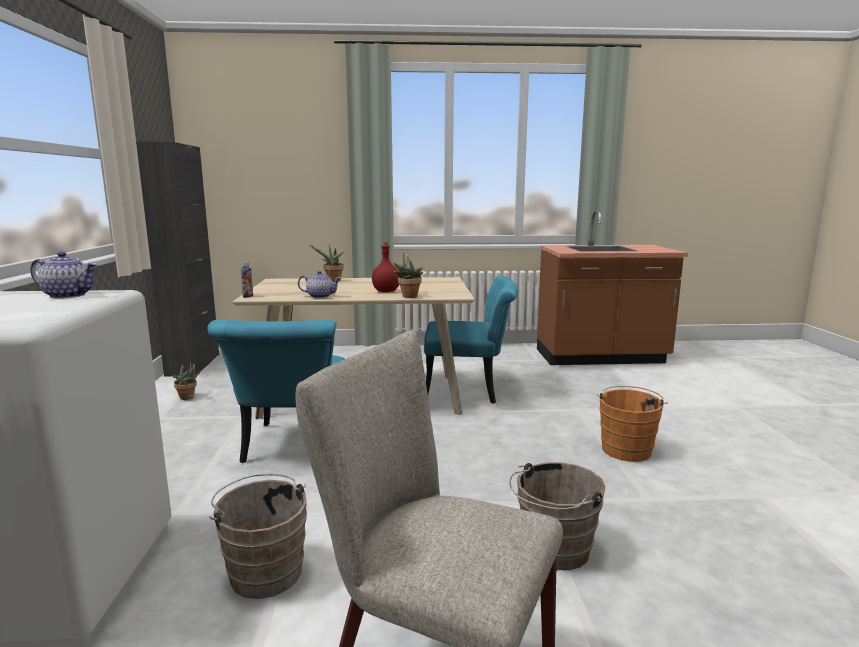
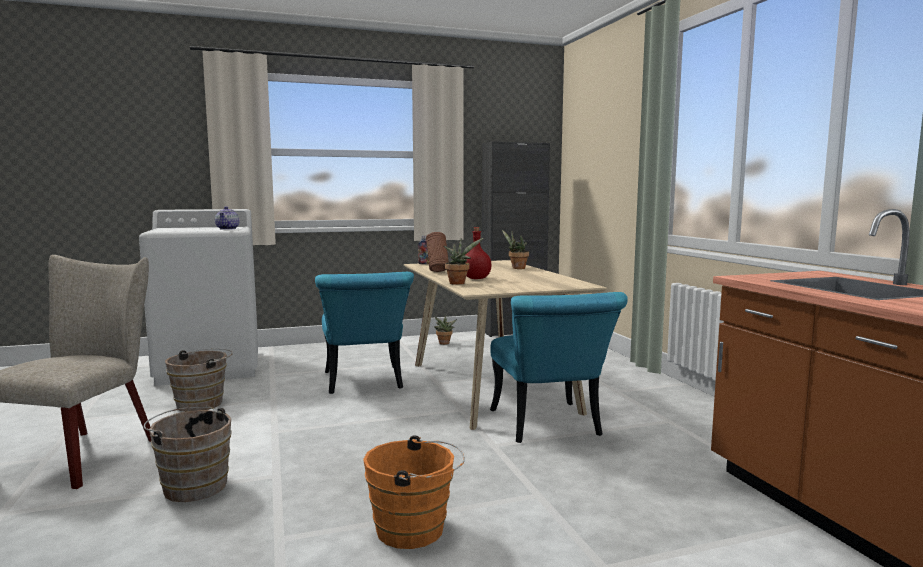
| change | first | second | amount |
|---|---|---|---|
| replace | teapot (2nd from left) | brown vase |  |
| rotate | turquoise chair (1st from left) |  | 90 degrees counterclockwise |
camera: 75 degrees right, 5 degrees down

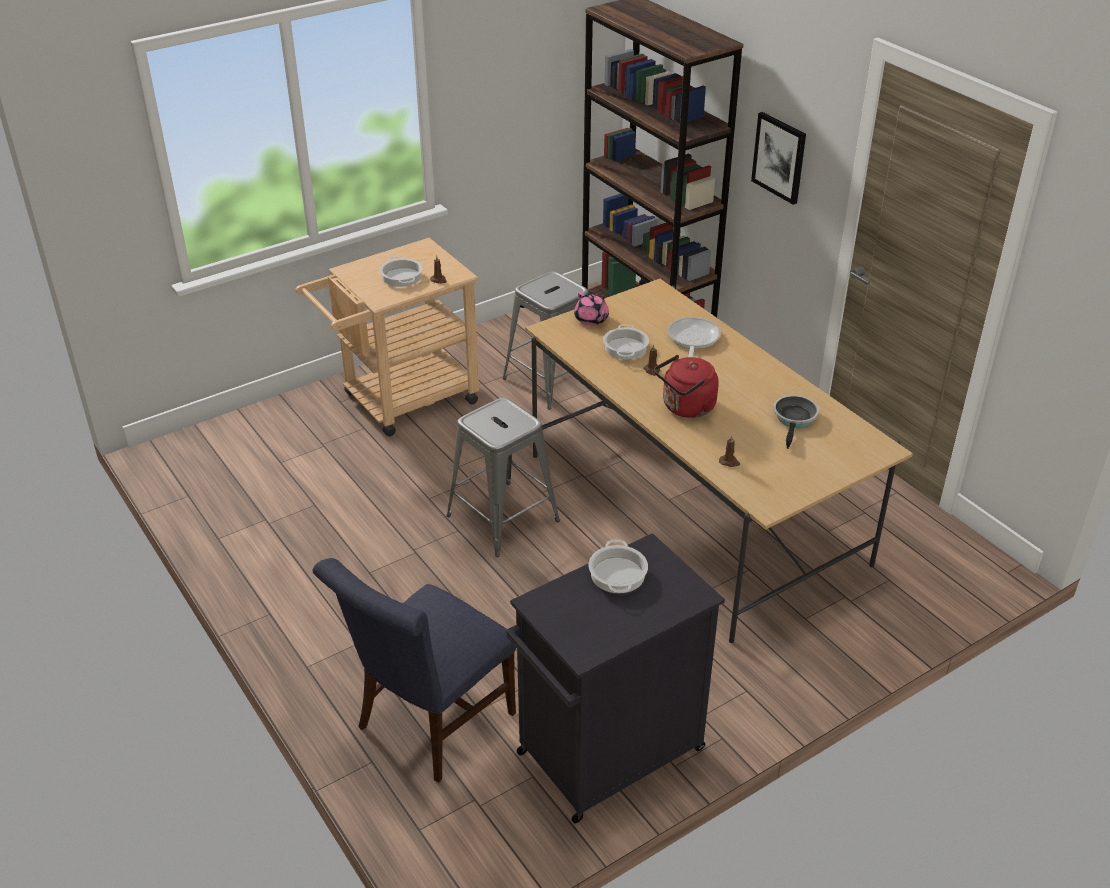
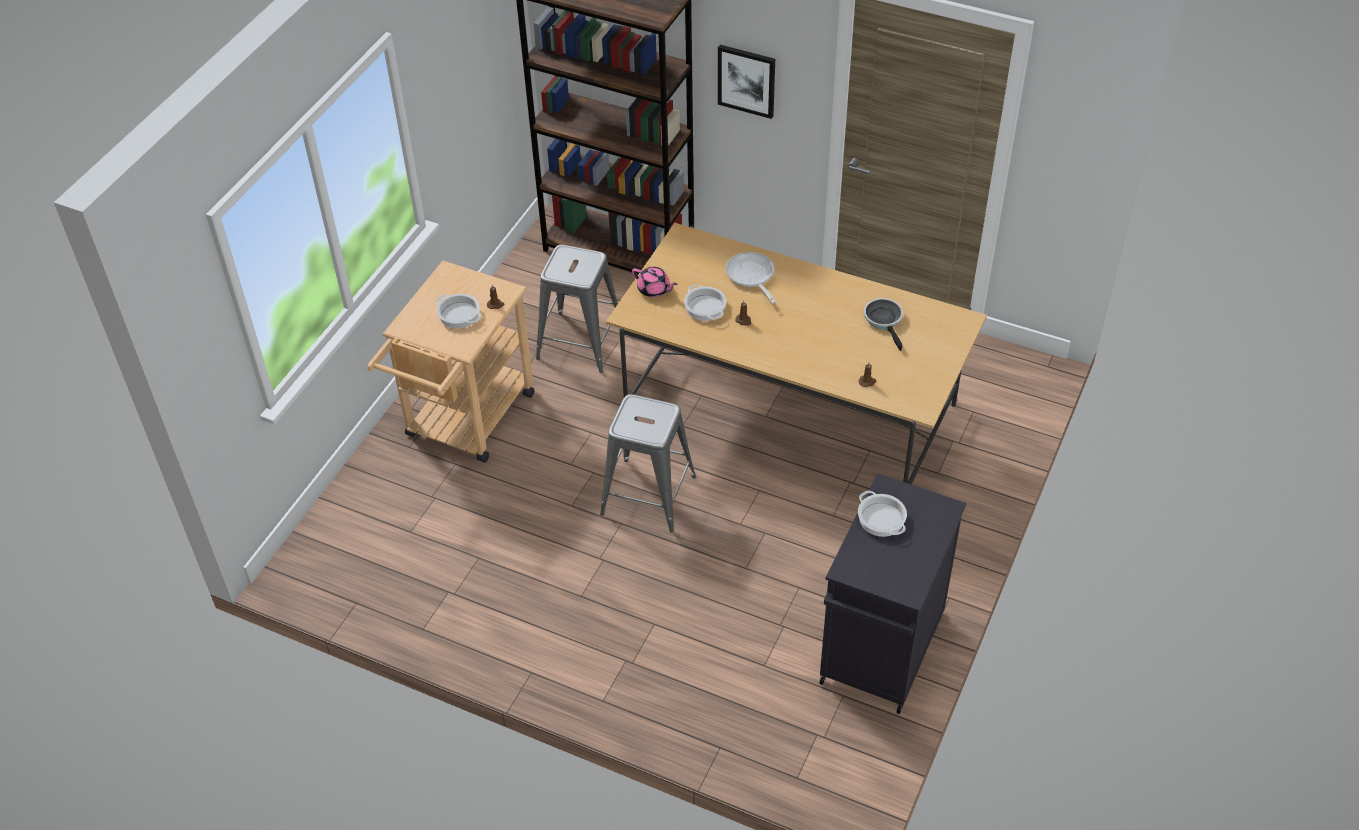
| change | first | second | amount |
|---|---|---|---|
| delete | blue chair |  |  |
| delete | red kettle |  |  |
camera: 30 degrees left, 10 degrees up

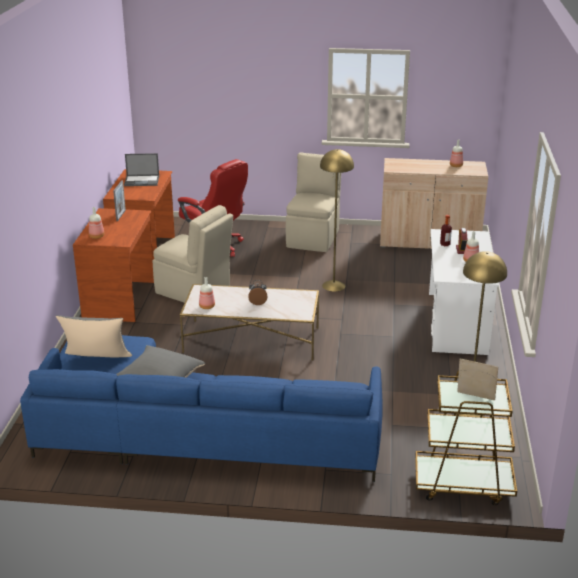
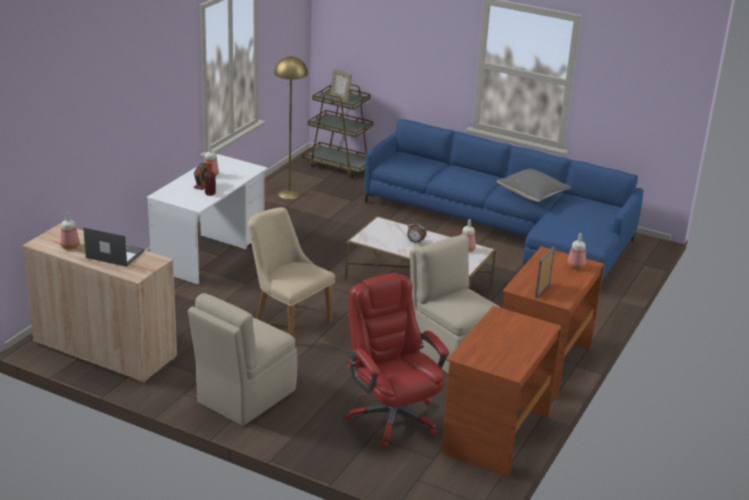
| change | first | second | amount |
|---|---|---|---|
| delete | grey pillow (1st from left) |  |  |
| move | laptop |  |  |
| replace | yellow floor lamp (1st from left) | beige chair (2nd from left) |  |
camera: 160 degrees left, 0 degrees up

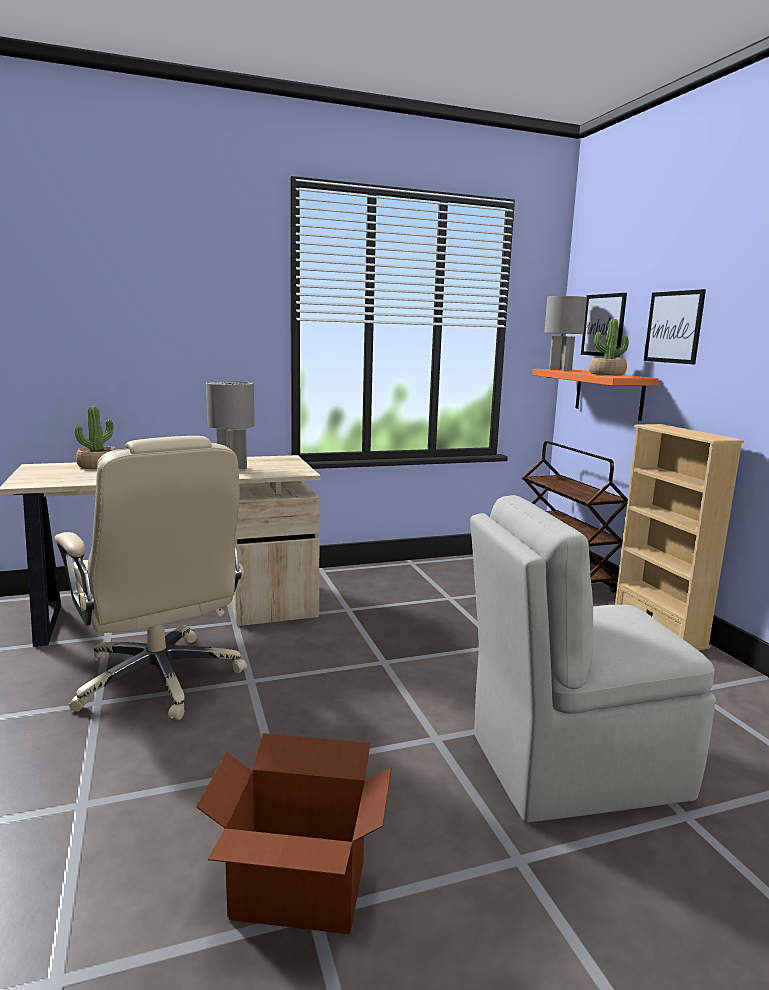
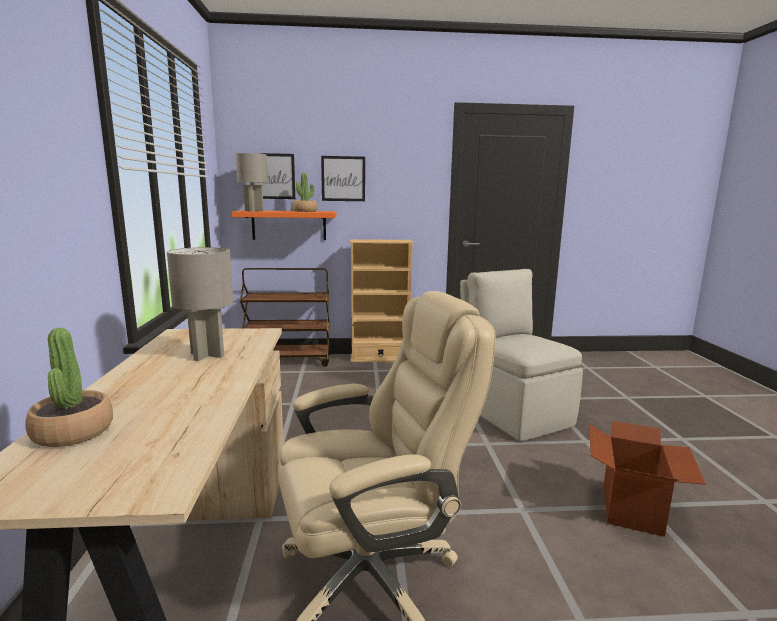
| change | first | second | amount |
|---|---|---|---|
| rotate | beige chair |  | 150 degrees clockwise |
camera: 75 degrees left, 0 degrees up

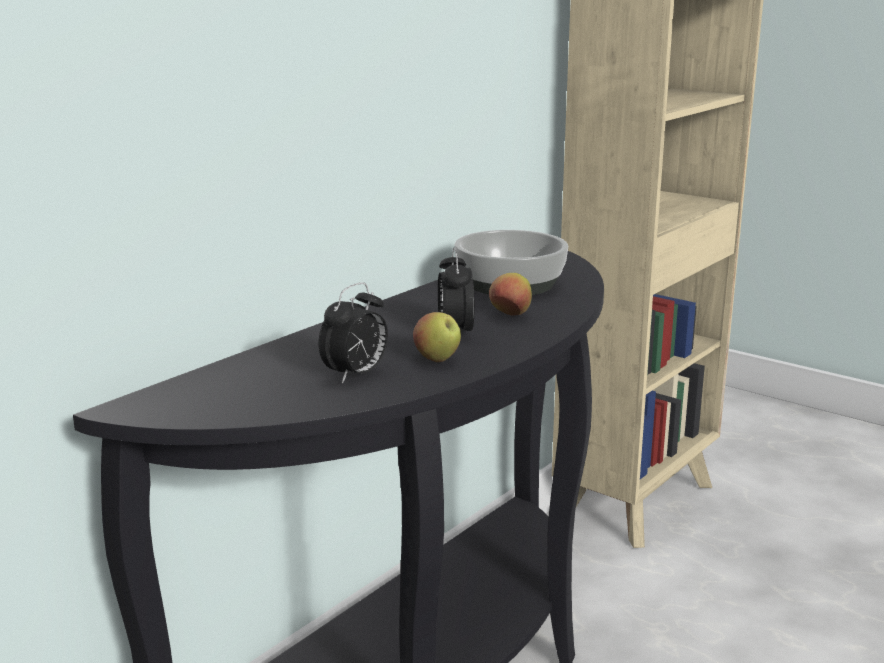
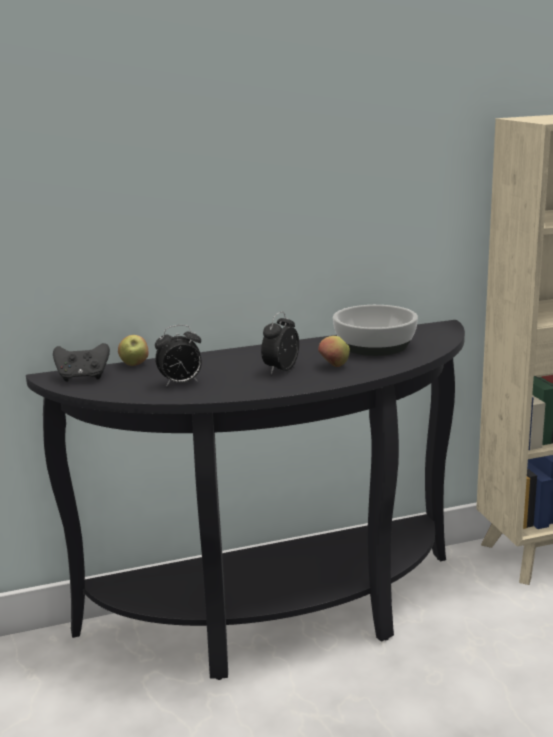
| change | first | second | amount |
|---|---|---|---|
| insert |  | black game controller |  |
| move | apple (1st from left) |  |  |
camera: 35 degrees right, 0 degrees up

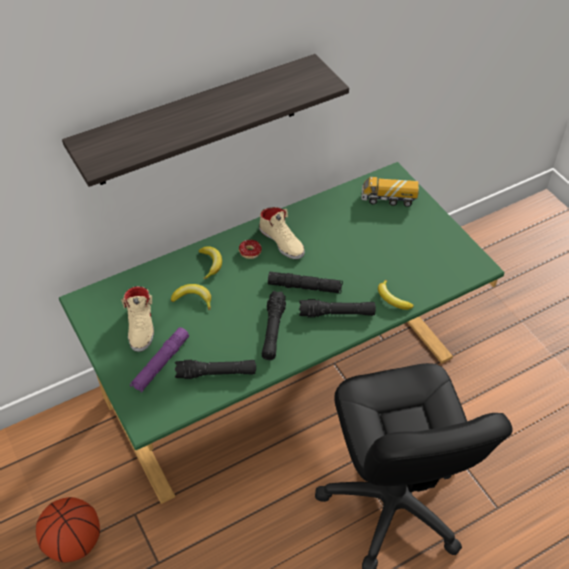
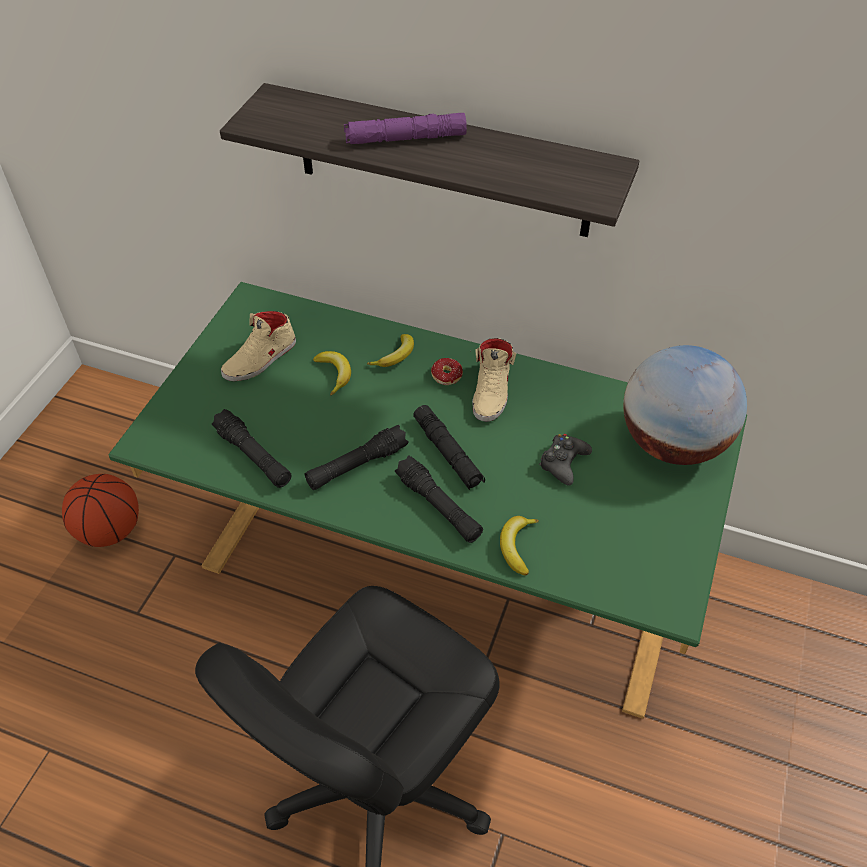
| change | first | second | amount |
|---|---|---|---|
| insert |  | black game controller |  |
| move | purple flashlight |  |  |
| replace | toy truck | globe |  |
camera: 50 degrees right, 0 degrees up

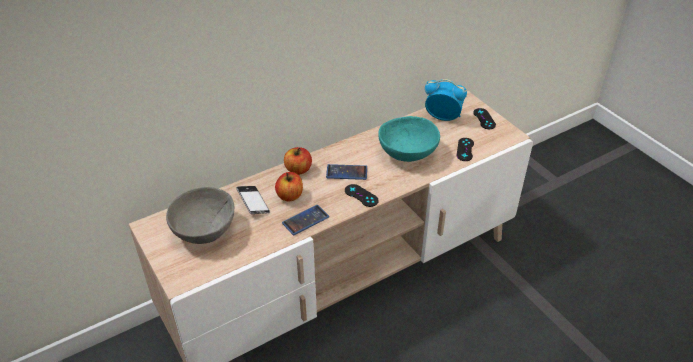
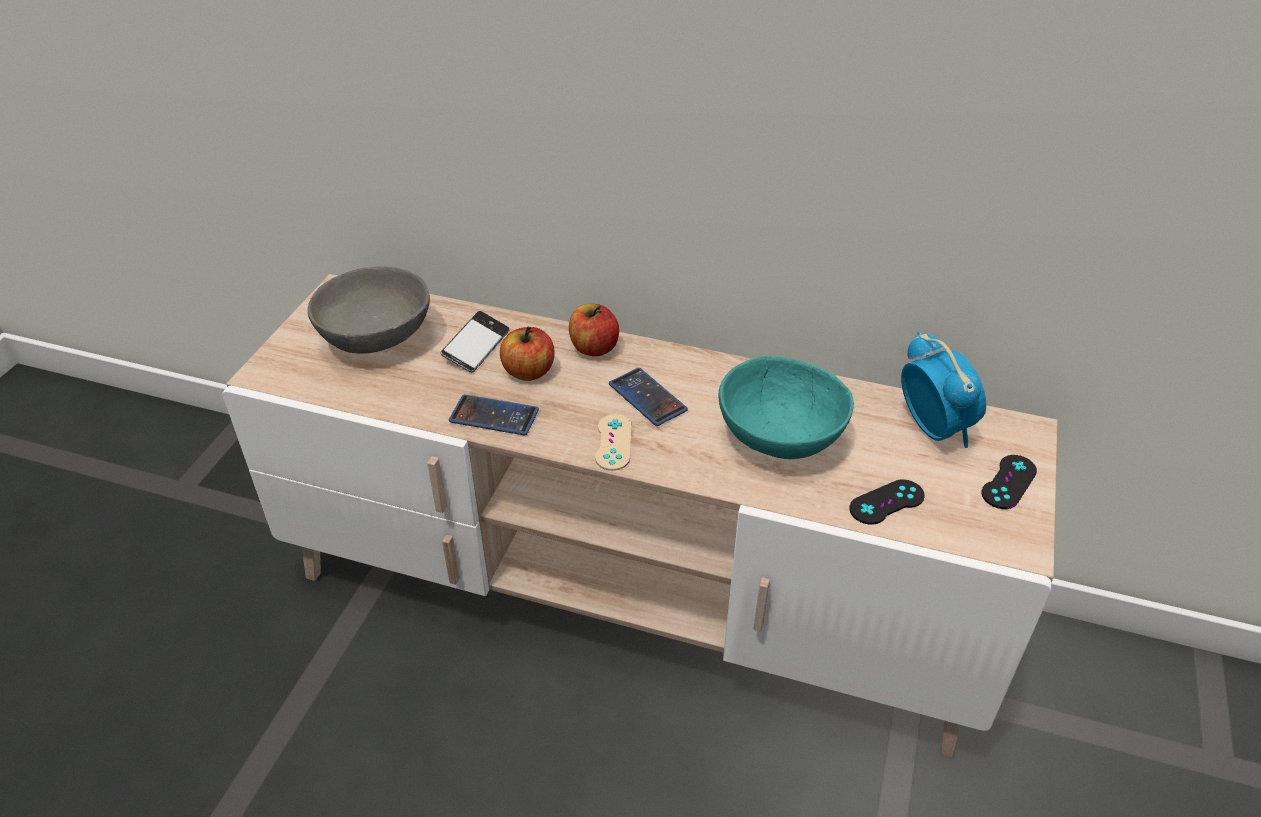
| change | first | second | amount |
|---|---|---|---|
| recolor | black game controller (1st from left) | beige game controller |  |
camera: 50 degrees right, 0 degrees up

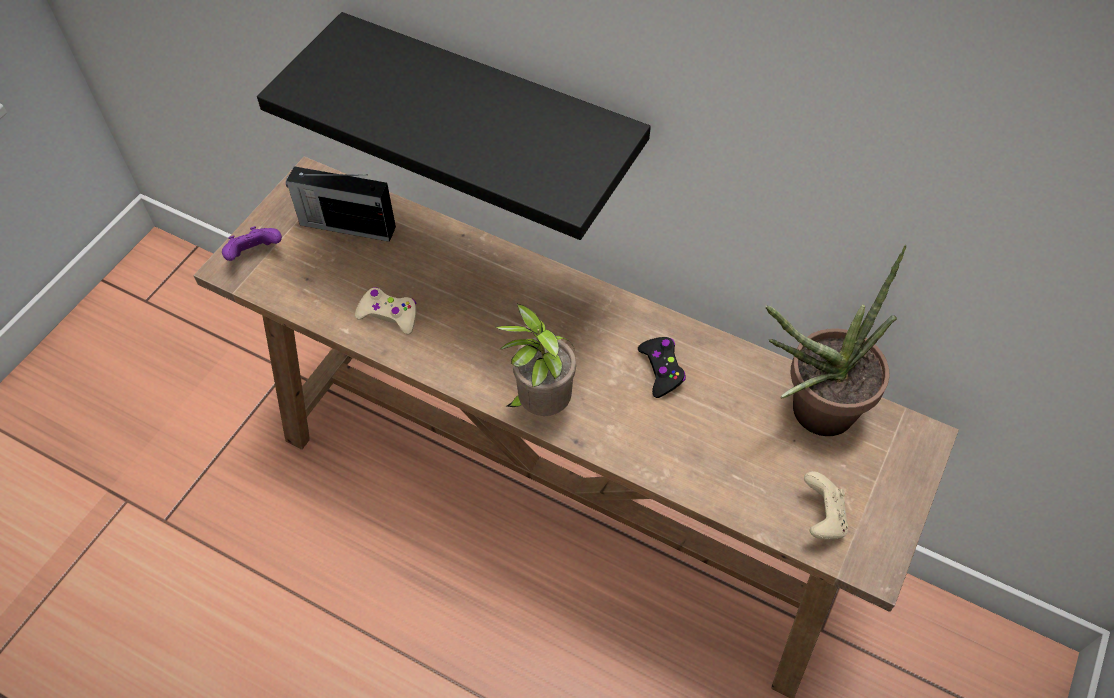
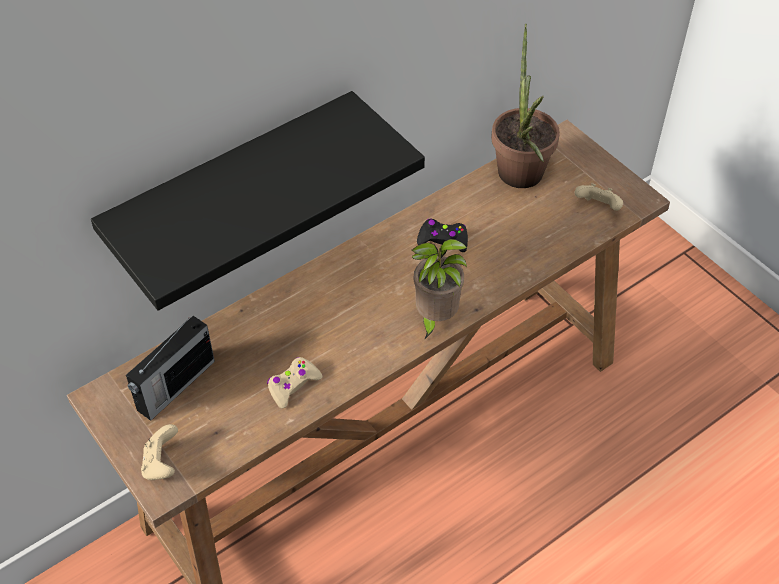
| change | first | second | amount |
|---|---|---|---|
| recolor | purple game controller | beige game controller (1st from left) |  |
camera: 65 degrees left, 5 degrees down

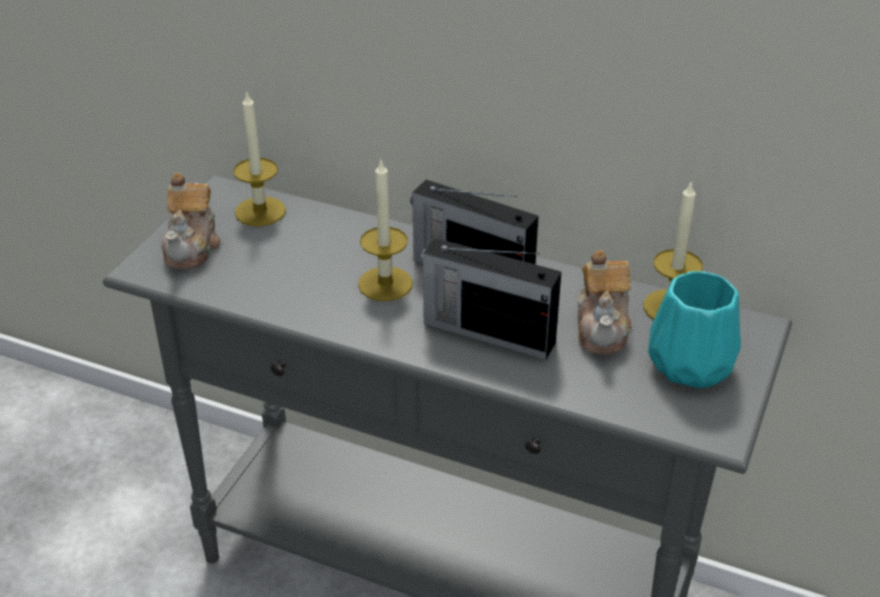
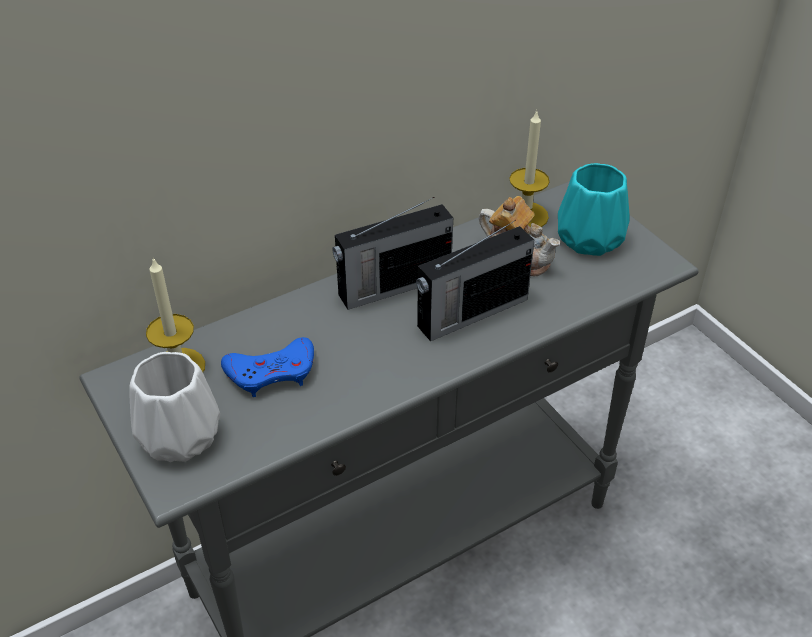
| change | first | second | amount |
|---|---|---|---|
| delete | candle (2nd from left) |  |  |
| insert |  | blue game controller |  |
| replace | teapot (1st from left) | white vase |  |
camera: 55 degrees left, 5 degrees up

